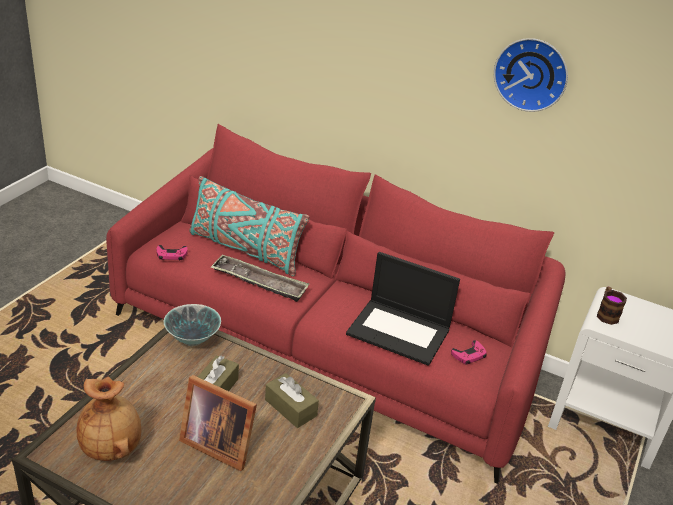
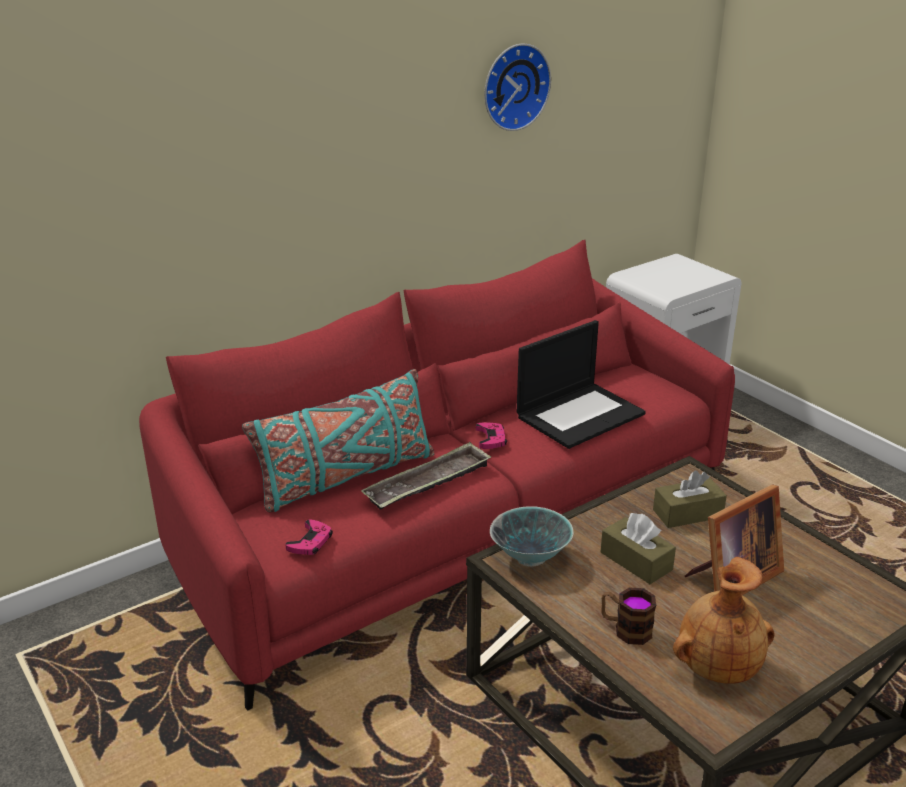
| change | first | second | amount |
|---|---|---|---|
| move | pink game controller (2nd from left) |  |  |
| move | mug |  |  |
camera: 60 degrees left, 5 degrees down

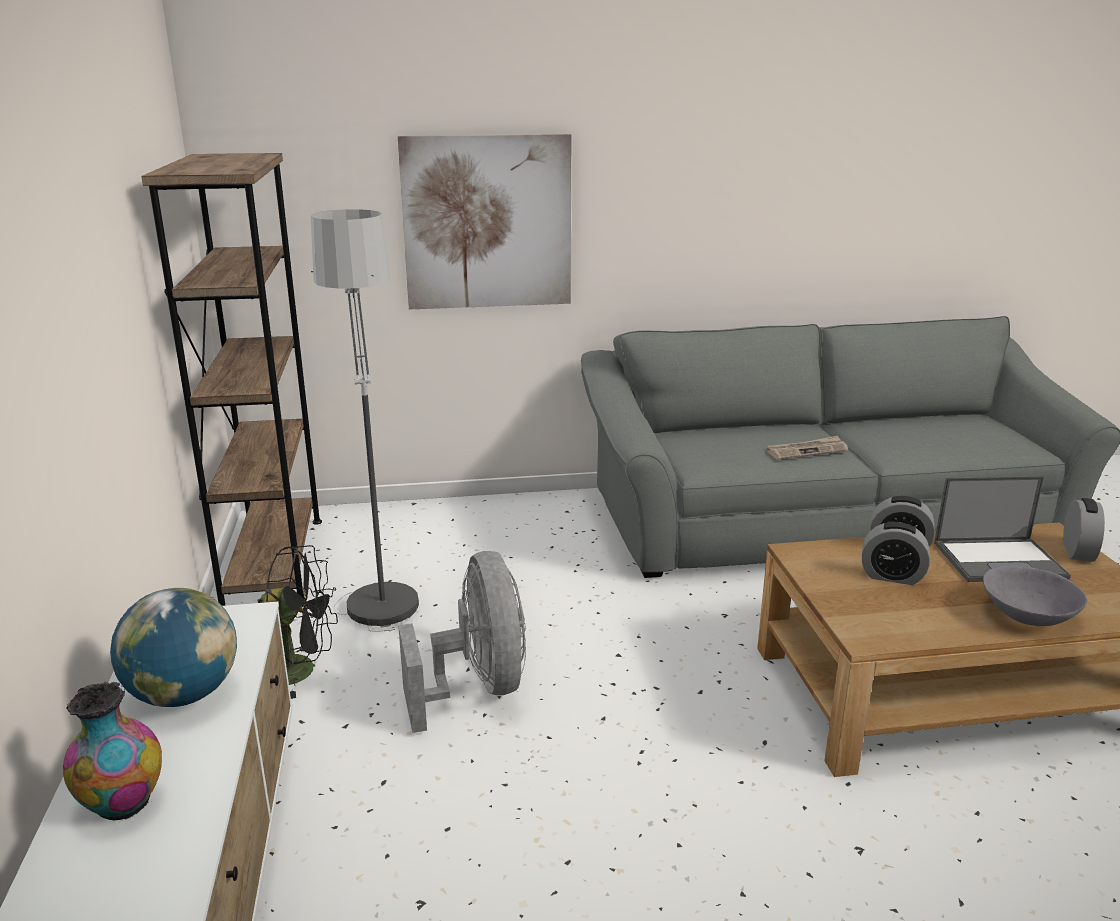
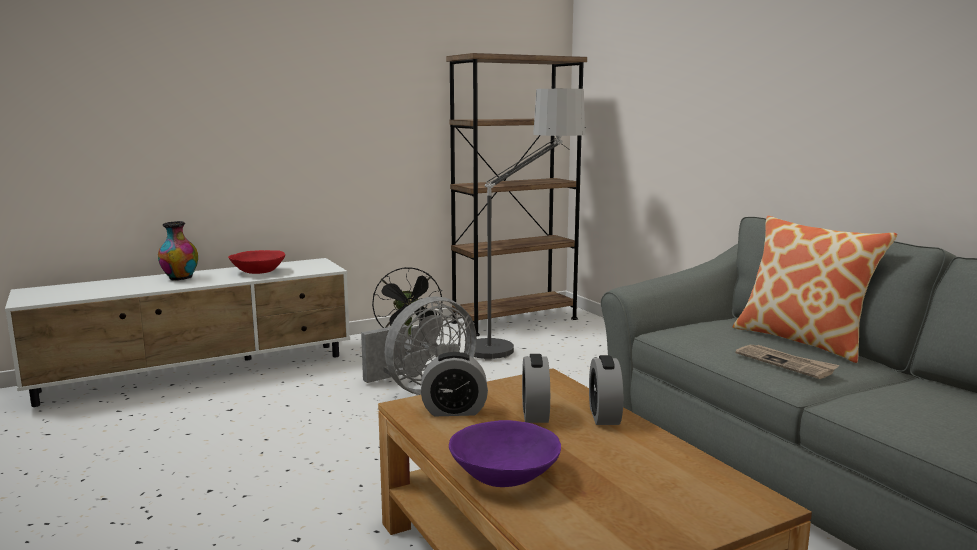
| change | first | second | amount |
|---|---|---|---|
| delete | picture |  |  |
| delete | laptop |  |  |
| insert |  | pillow |  |
| move | alarm clock (3rd from left in the first image) | alarm clock (1st from left) |  |
| replace | globe | red bowl |  |
| recolor | grey bowl | purple bowl |  |
camera: 70 degrees right, 10 degrees down

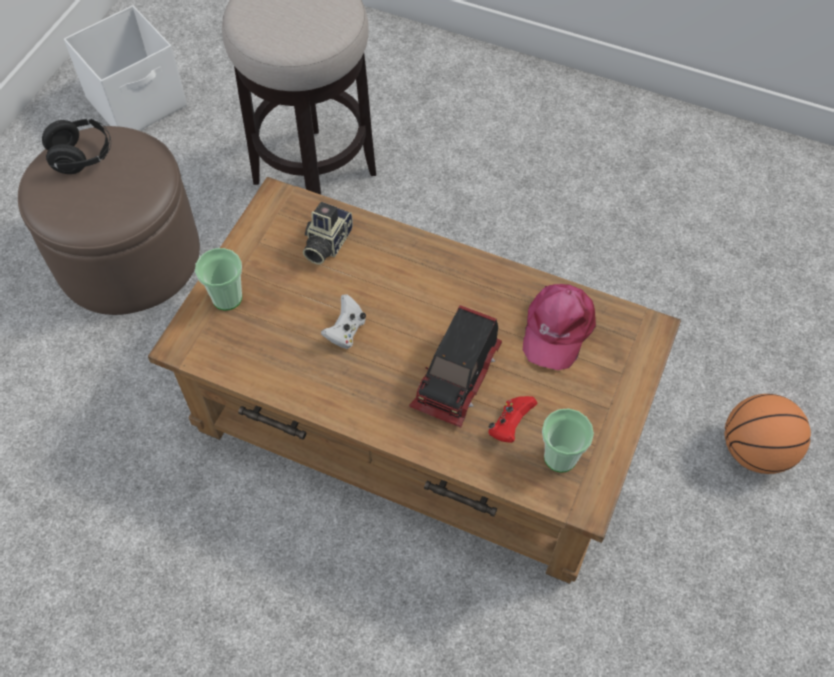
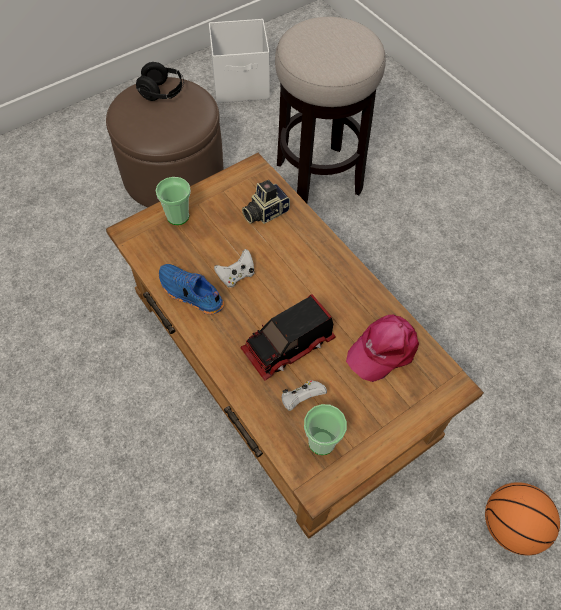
| change | first | second | amount |
|---|---|---|---|
| insert |  | blue shoe |  |
| recolor | red game controller | white game controller (2nd from left) |  |
camera: 30 degrees right, 0 degrees up

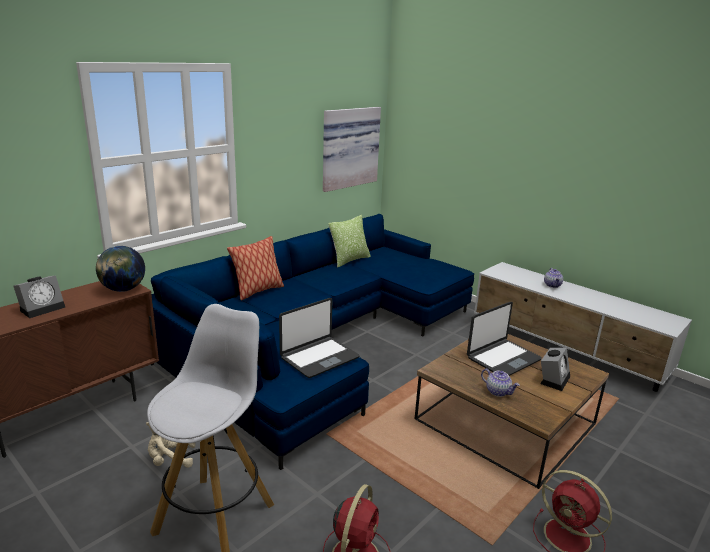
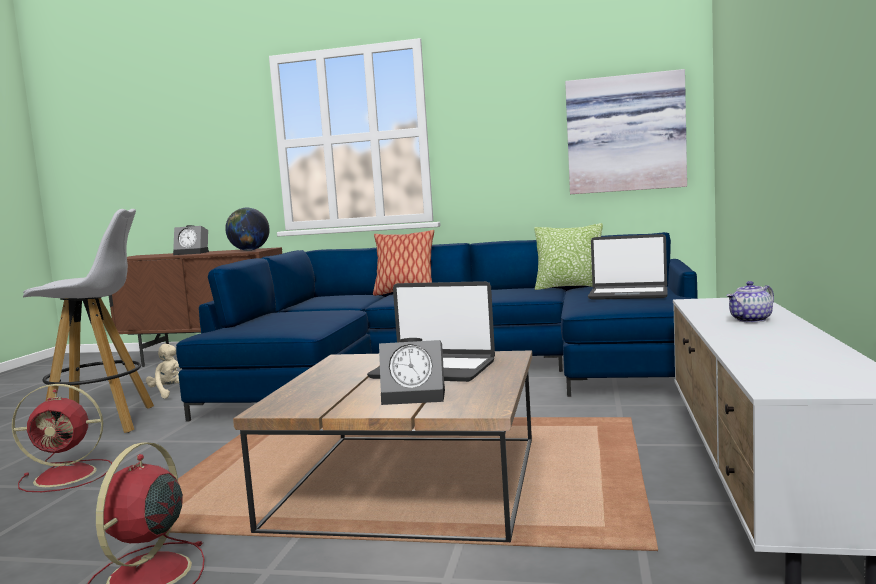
| change | first | second | amount |
|---|---|---|---|
| delete | teapot (1st from left) |  |  |
| move | laptop (1st from left in the first image) | laptop (2nd from left) |  |
camera: 60 degrees right, 15 degrees down

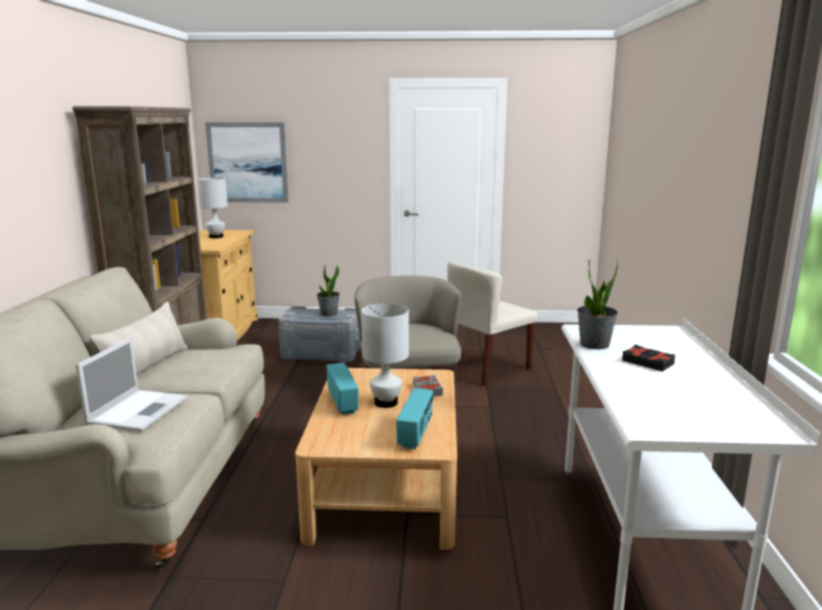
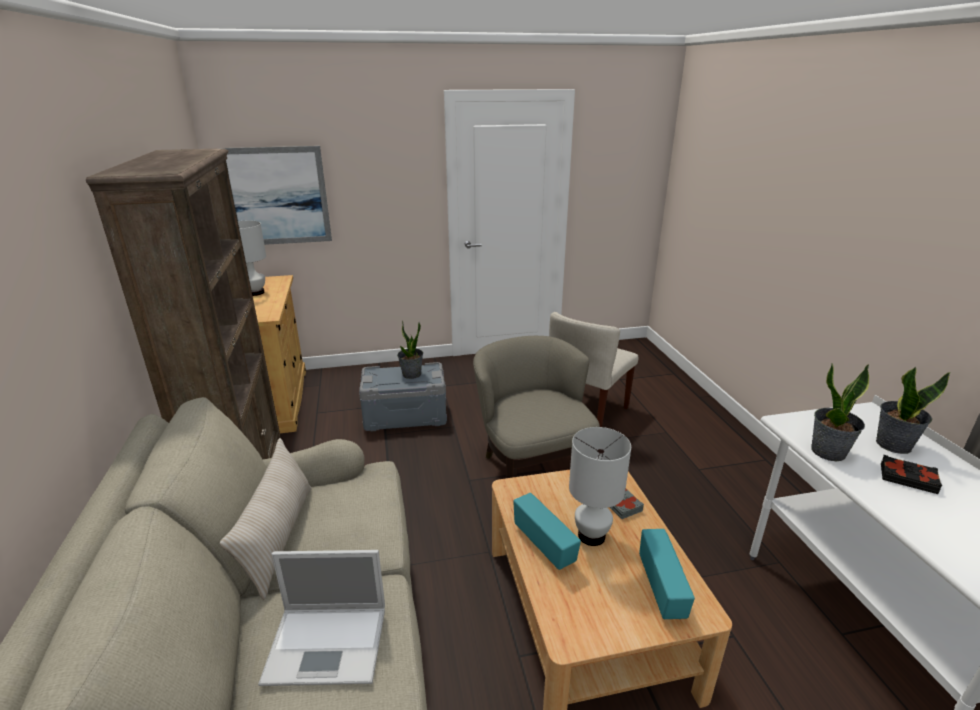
| change | first | second | amount |
|---|---|---|---|
| insert |  | potted plant (3rd from left) |  |
| rotate | laptop |  | 90 degrees clockwise |
camera: 15 degrees left, 10 degrees up

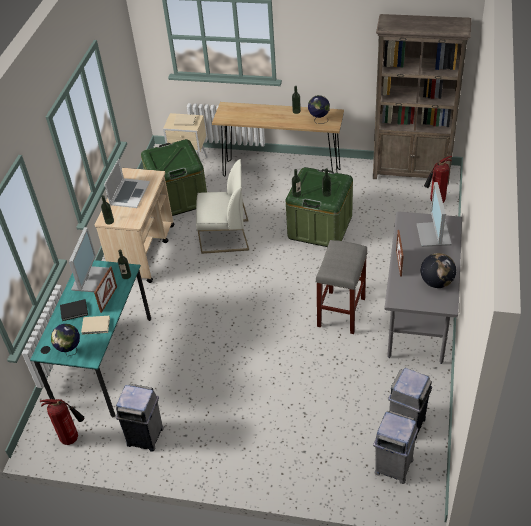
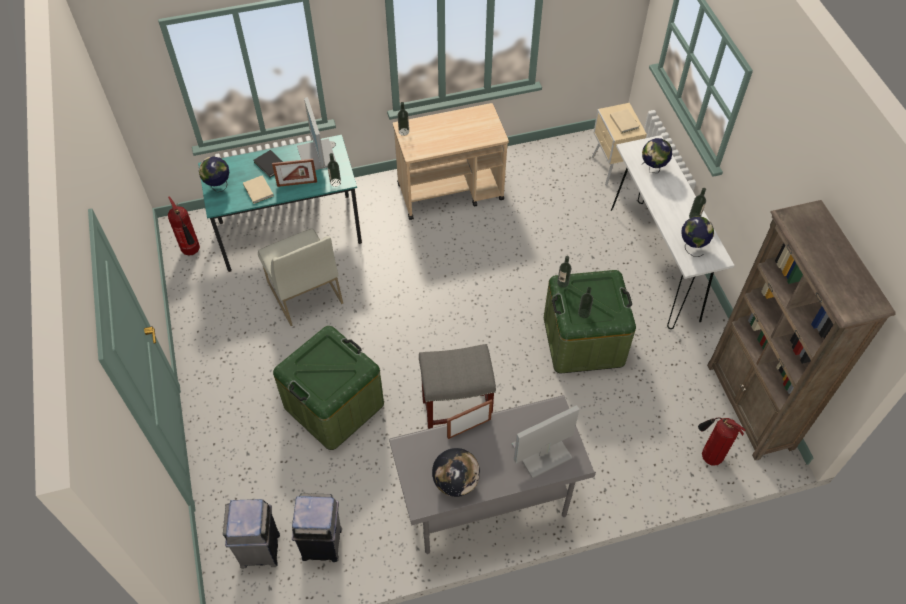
| change | first | second | amount |
|---|---|---|---|
| delete | laptop |  |  |
| delete | grey trash can (1st from left) |  |  |
| insert |  | globe (3rd from left) |  |
| move | green storage box (1st from left) |  |  |
| move | white chair |  |  |
| recolor | brown console table | white console table |  |
| rotate | monitor (1st from left) |  | 90 degrees clockwise |
camera: 60 degrees right, 10 degrees up

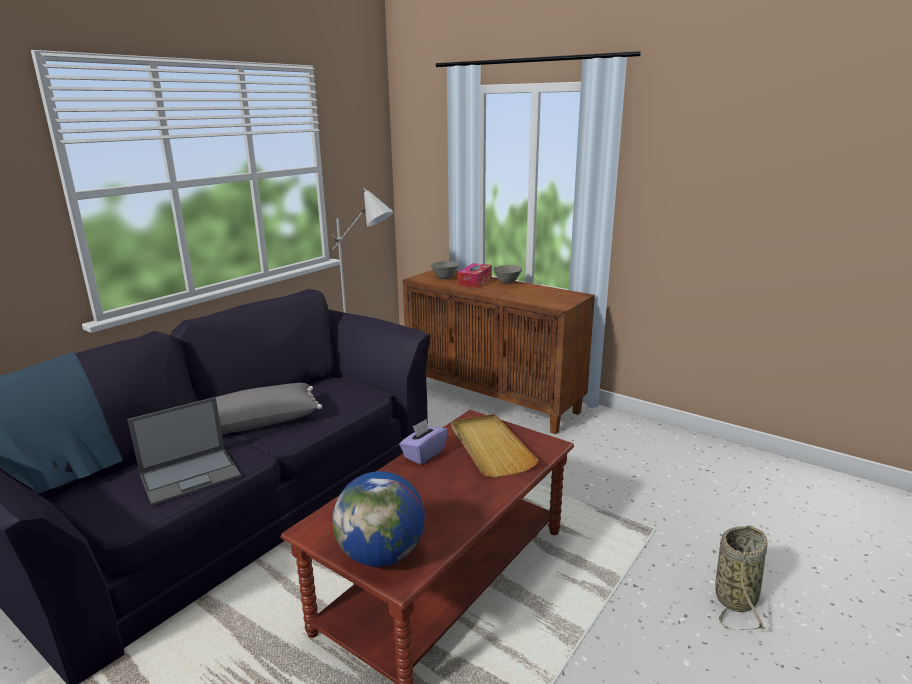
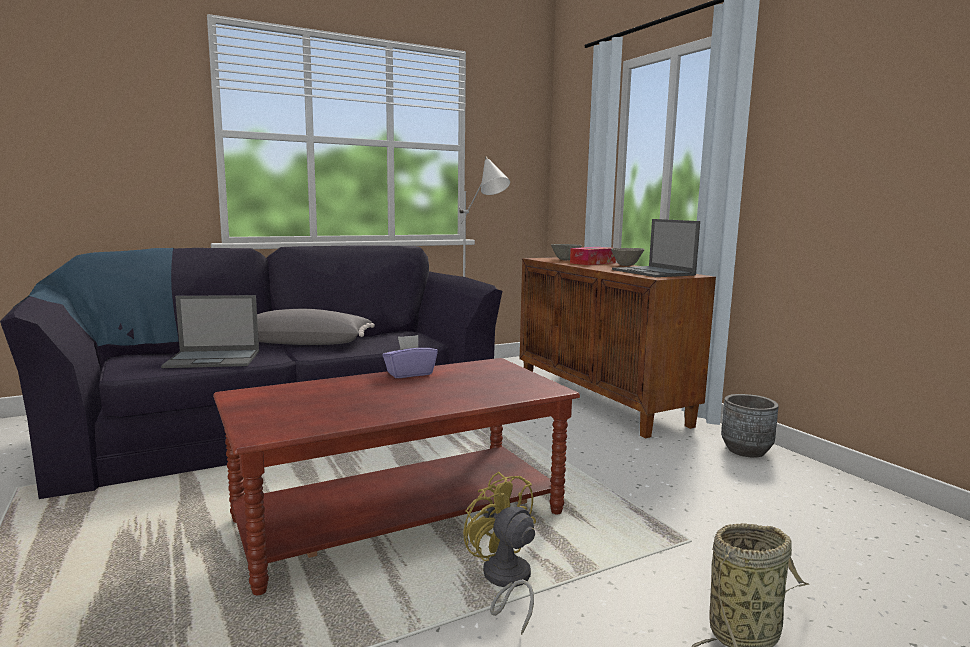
| change | first | second | amount |
|---|---|---|---|
| delete | globe |  |  |
| delete | beige tray |  |  |
| insert |  | yellow fan |  |
| insert |  | laptop (2nd from left) |  |
| insert |  | grey planter |  |
camera: 25 degrees right, 10 degrees down

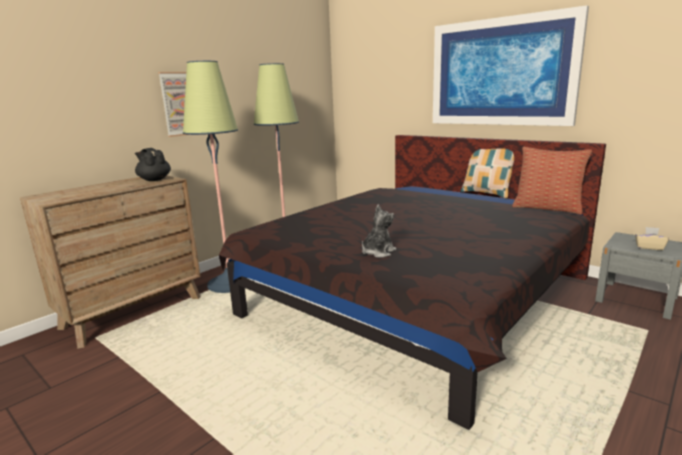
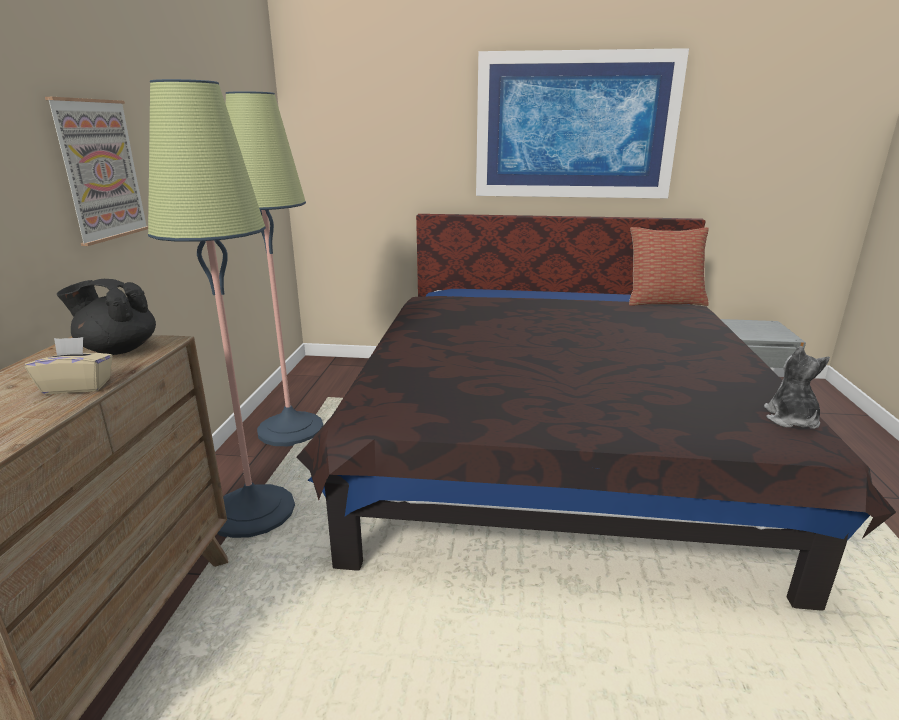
| change | first | second | amount |
|---|---|---|---|
| delete | pillow (1st from left) |  |  |
| move | plush toy |  |  |
| move | beige tissue box |  |  |
camera: 35 degrees left, 5 degrees up

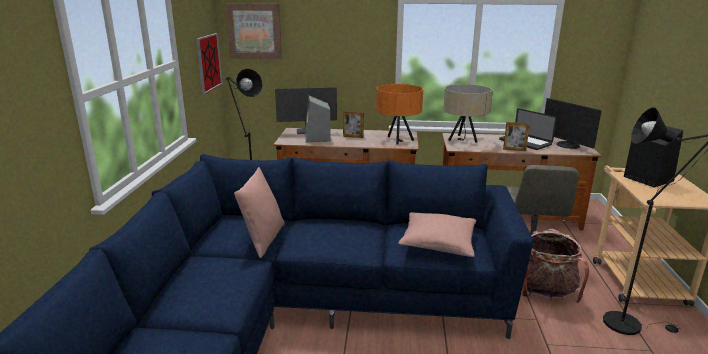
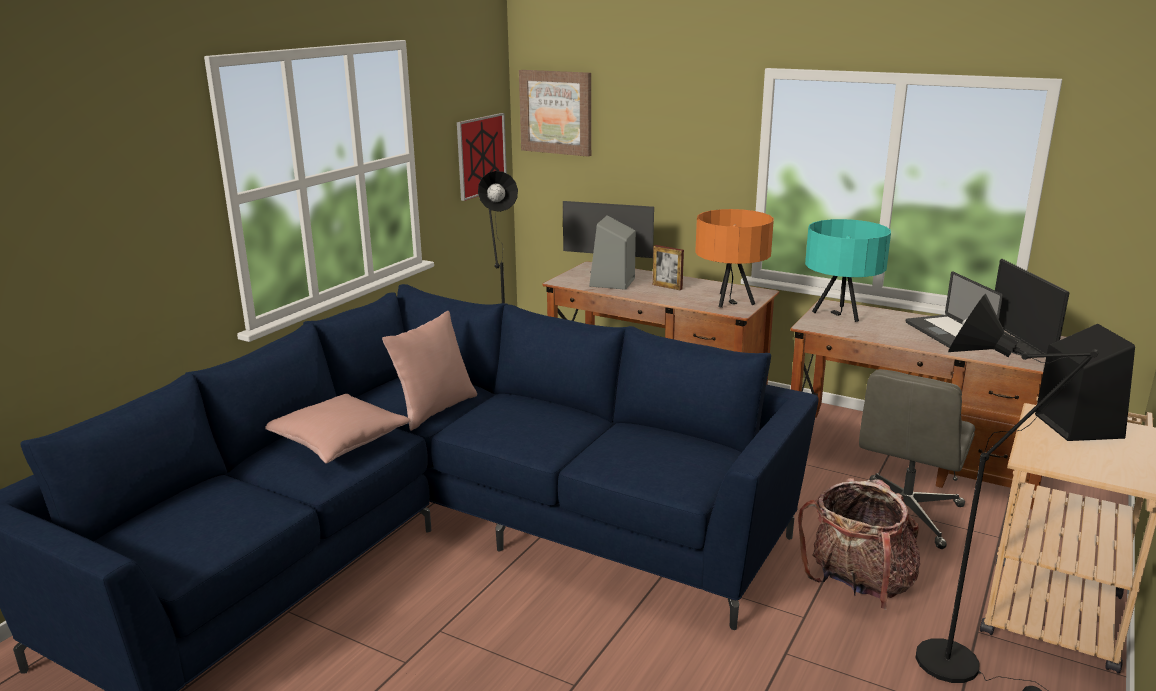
| change | first | second | amount |
|---|---|---|---|
| delete | picture frame (2nd from left) |  |  |
| move | pink pillow (2nd from left in the first image) | pink pillow (1st from left) |  |
| recolor | beige table lamp | turquoise table lamp |  |
camera: 25 degrees right, 0 degrees up

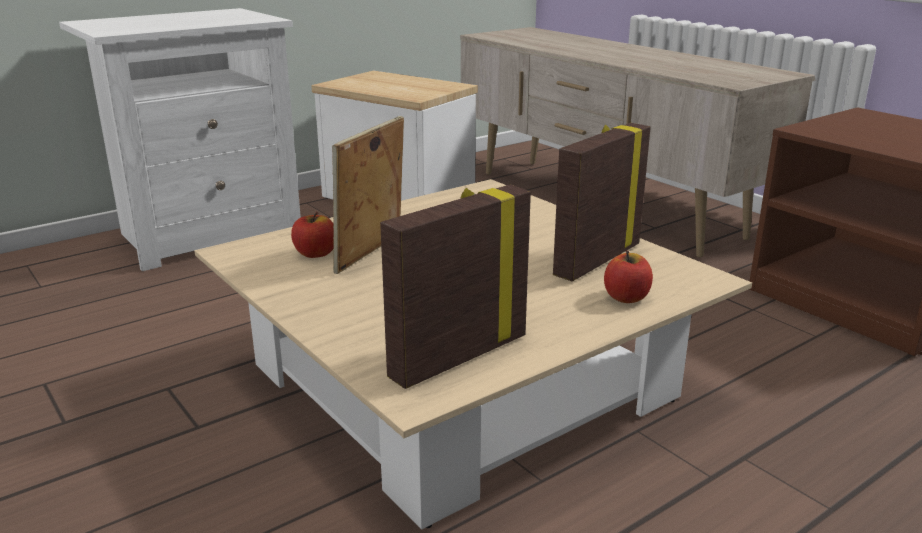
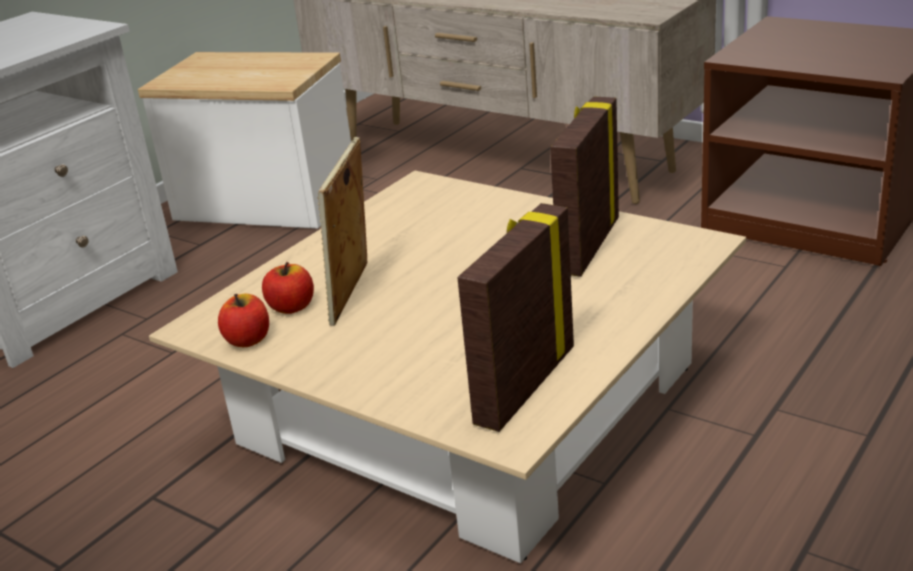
| change | first | second | amount |
|---|---|---|---|
| move | apple (2nd from left in the first image) | apple (1st from left) |  |
camera: 15 degrees left, 5 degrees up

